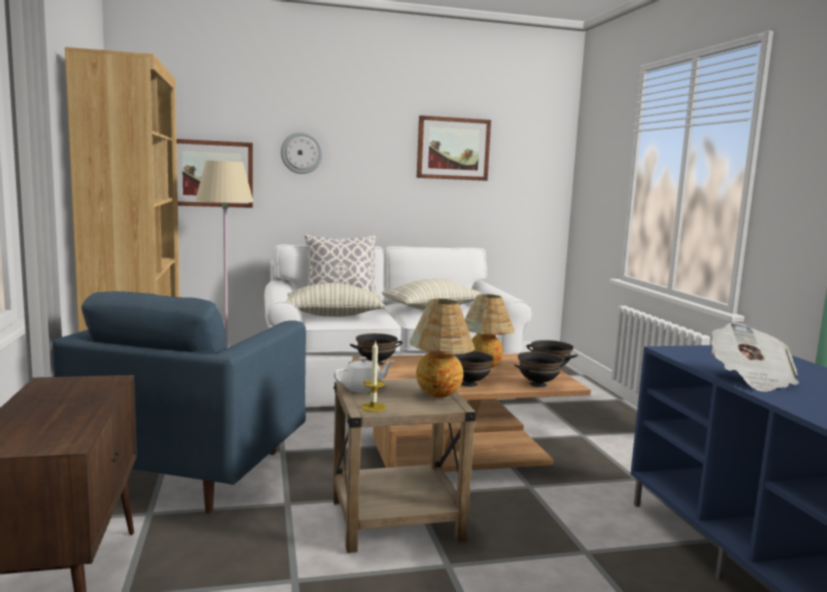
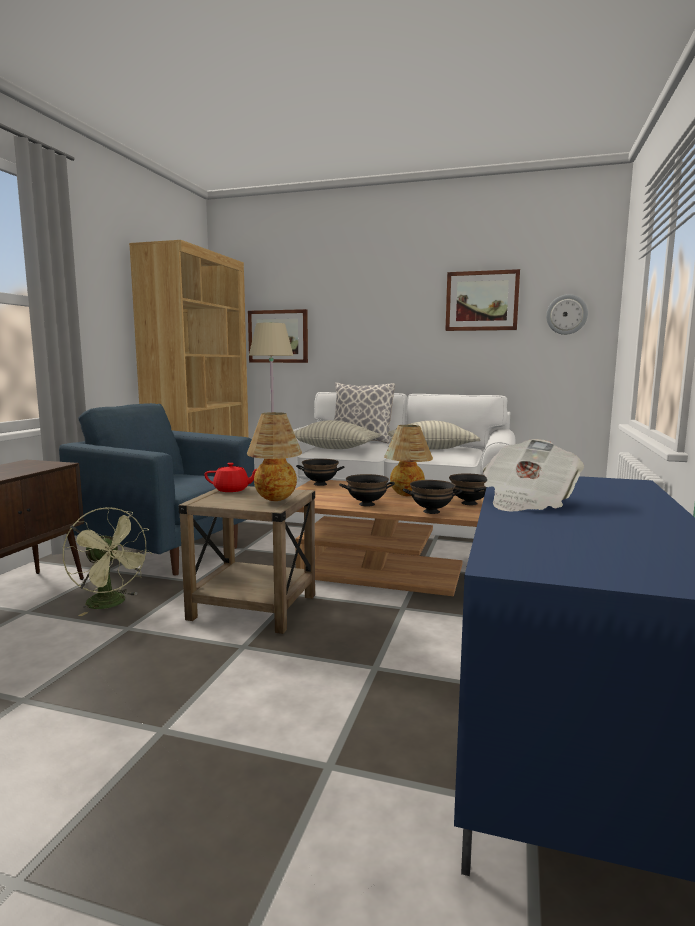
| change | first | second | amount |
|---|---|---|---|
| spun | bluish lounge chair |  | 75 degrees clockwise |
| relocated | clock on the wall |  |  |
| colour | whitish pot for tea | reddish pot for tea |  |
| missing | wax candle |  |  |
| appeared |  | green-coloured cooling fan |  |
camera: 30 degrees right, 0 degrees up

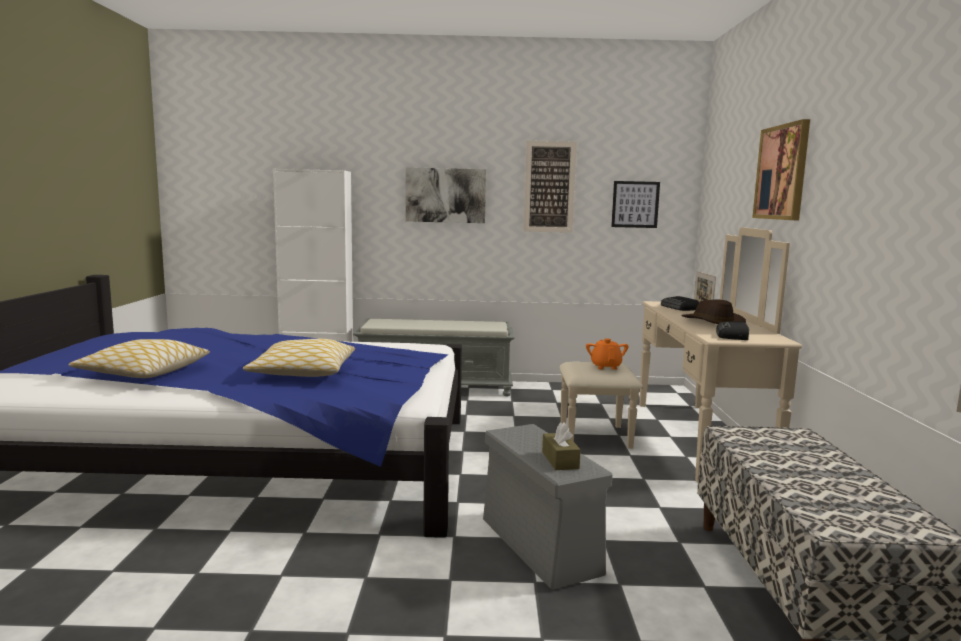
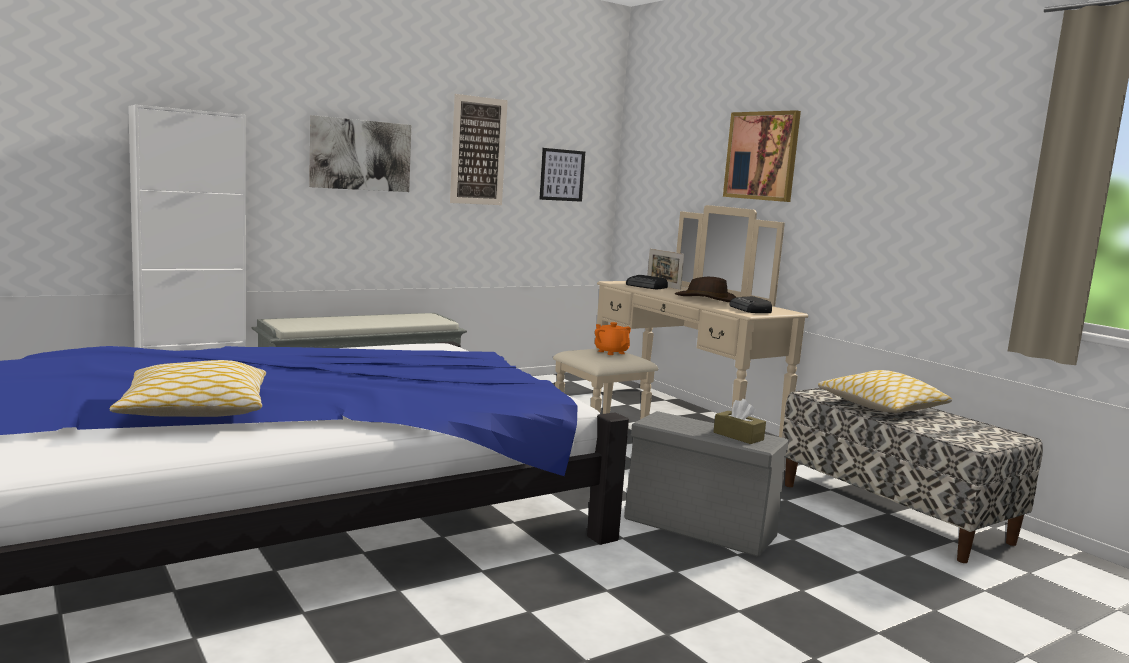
| change | first | second | amount |
|---|---|---|---|
| relocated | throw pillow (no. 2 from left) |  |  |
camera: 35 degrees left, 0 degrees up

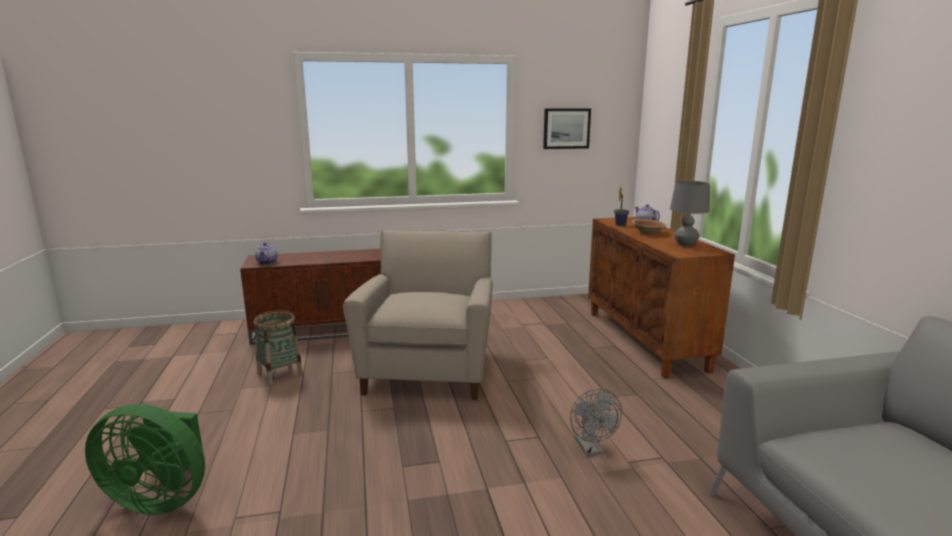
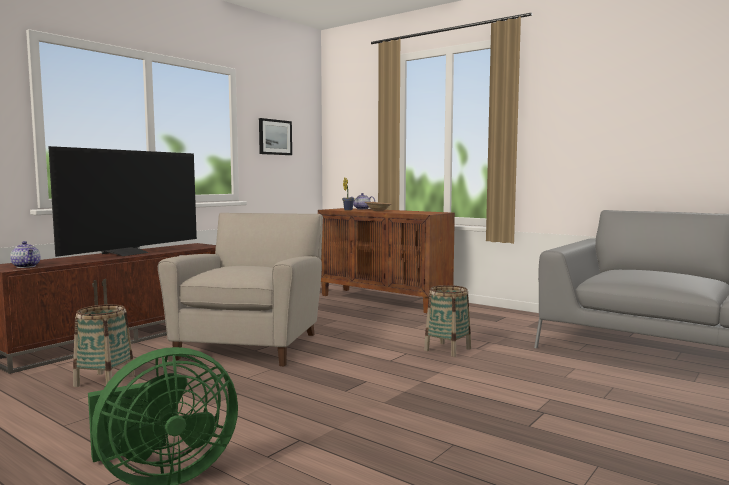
| change | first | second | amount |
|---|---|---|---|
| spun | beige-coloured lounge chair |  | 45 degrees clockwise |
| exchanged | gray cooling fan | basket (no. 2 from left) |  |
| missing | gray table lamp |  |  |
| appeared |  | television |  |
camera: 40 degrees left, 10 degrees down

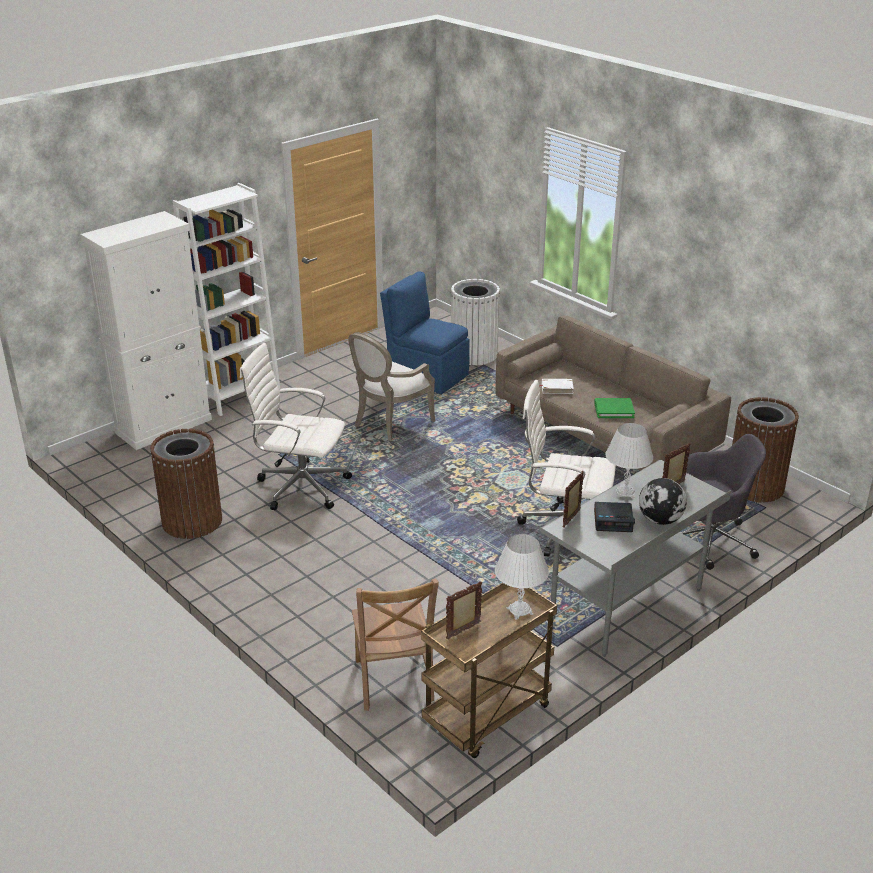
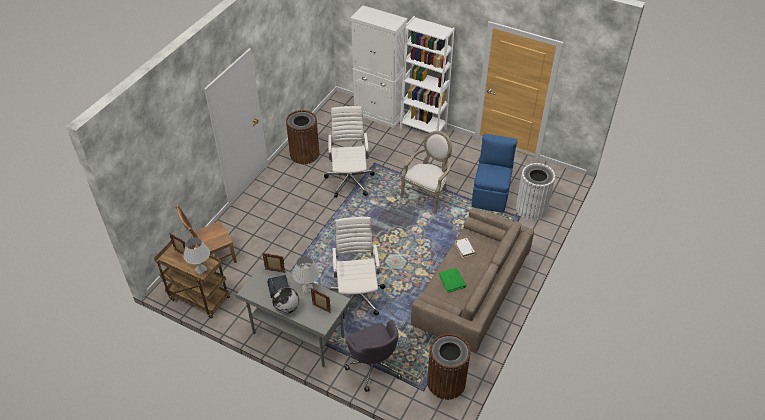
| change | first | second | amount |
|---|---|---|---|
| spun | lounge chair |  | 105 degrees clockwise |
camera: 70 degrees right, 15 degrees up

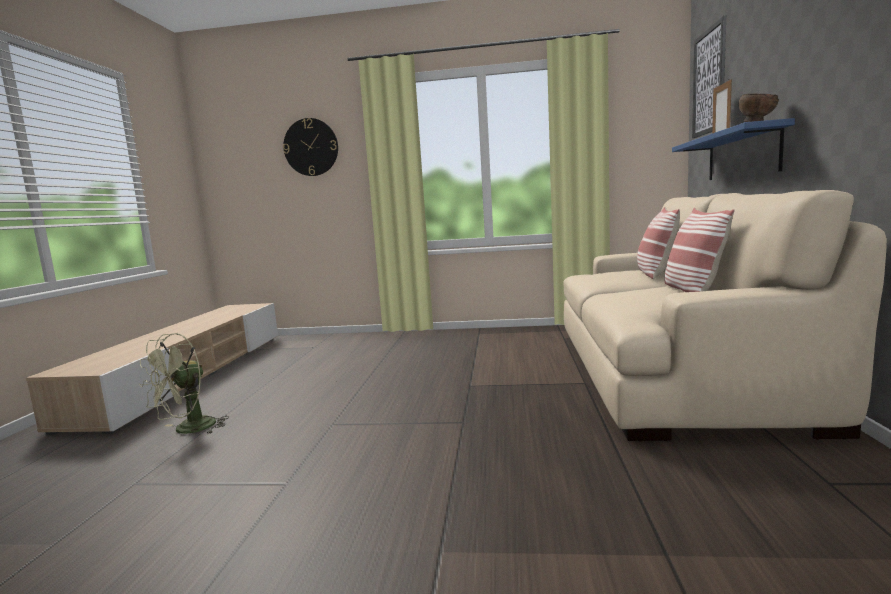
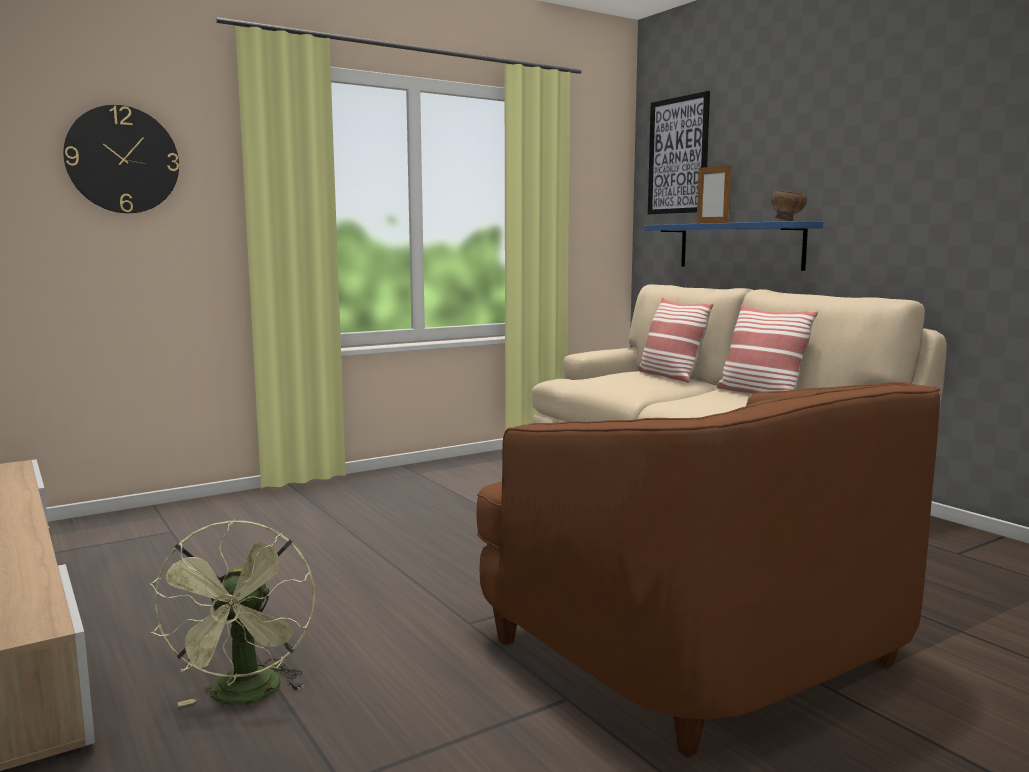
| change | first | second | amount |
|---|---|---|---|
| appeared |  | brownish lounge chair |  |
camera: 40 degrees left, 0 degrees up

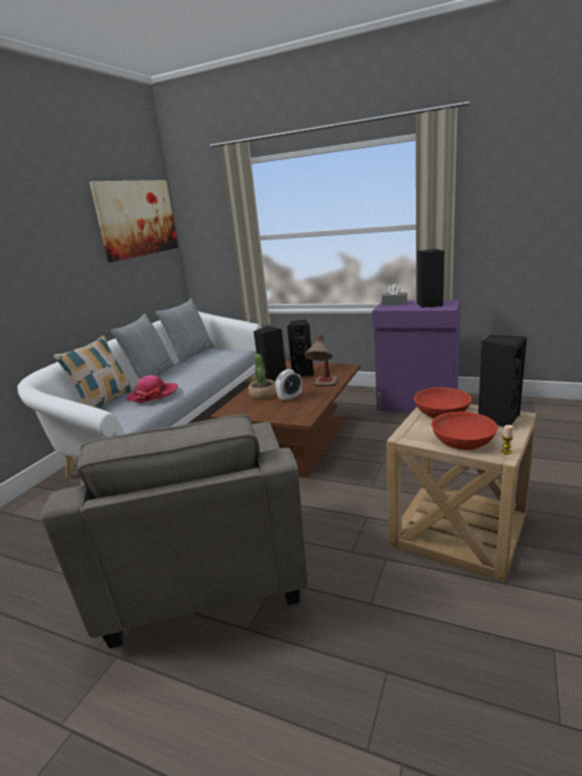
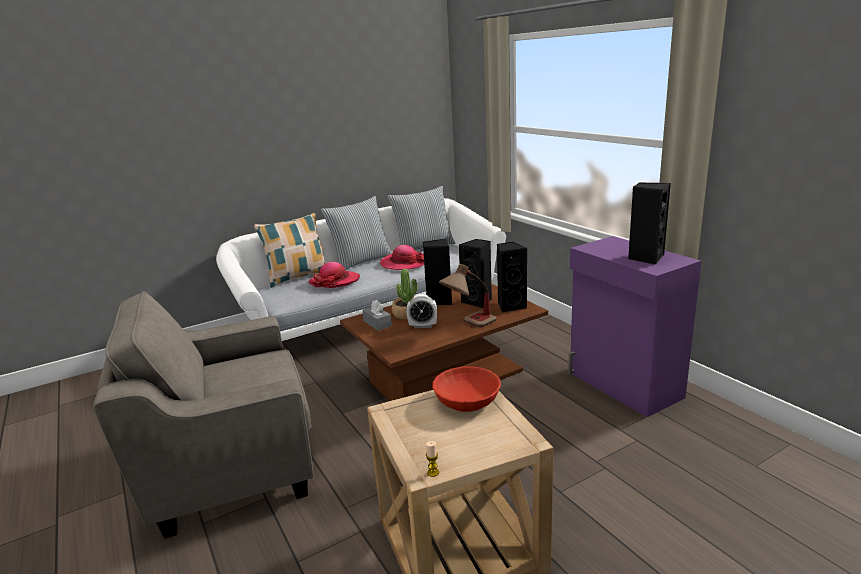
| change | first | second | amount |
|---|---|---|---|
| spun | gray lounge chair |  | 45 degrees clockwise |
| missing | wall art |  |  |
| relocated | gray box of tissues |  |  |
| missing | reddish bowl (no. 2 from left) |  |  |
| relocated | black loudspeaker (no. 4 from left in the first image) | black loudspeaker (no. 3 from left) |  |
| appeared |  | wearable hat (no. 2 from left) |  |
camera: 35 degrees right, 0 degrees up

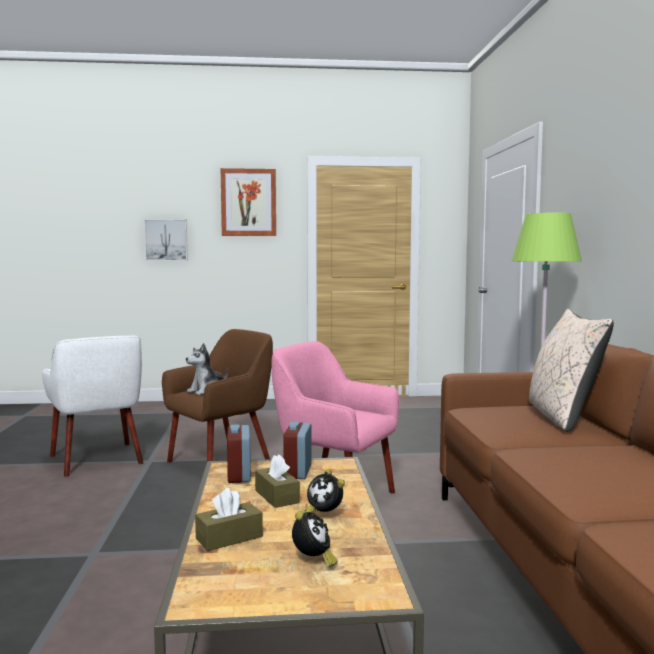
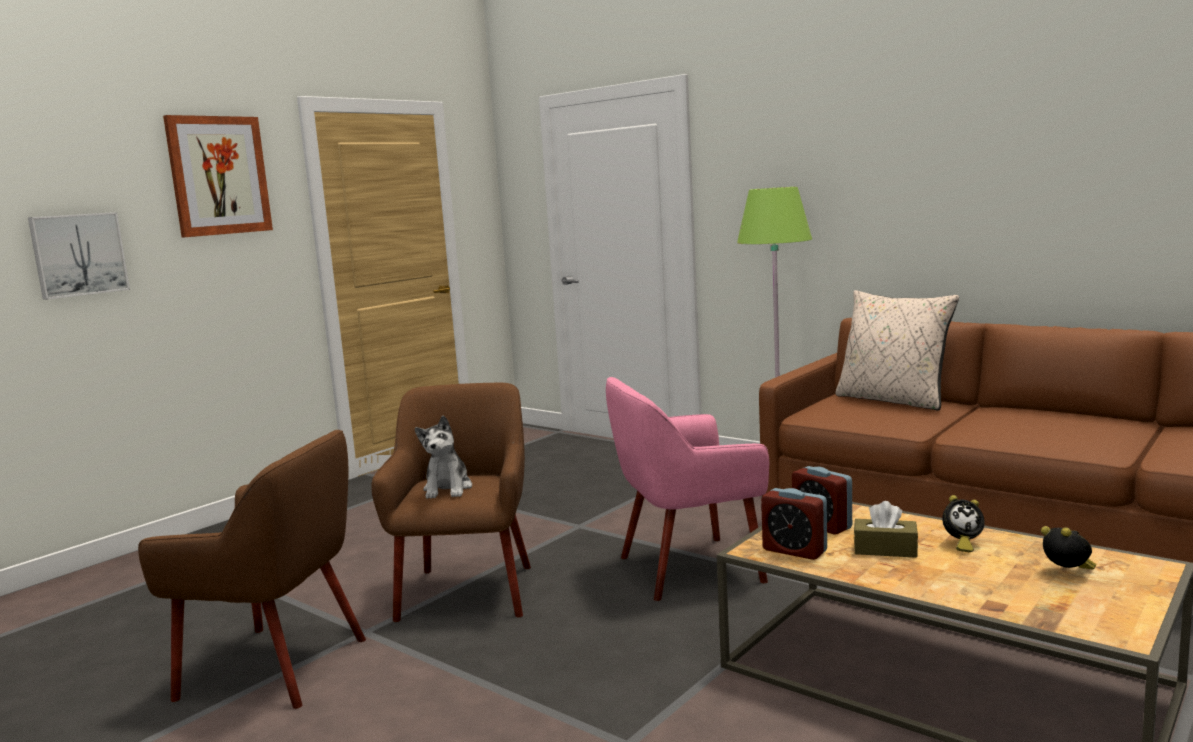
| change | first | second | amount |
|---|---|---|---|
| colour | whitish lounge chair | brownish lounge chair (no. 1 from left) |  |
| missing | brownish box of tissues (no. 1 from left) |  |  |
camera: 45 degrees left, 5 degrees up

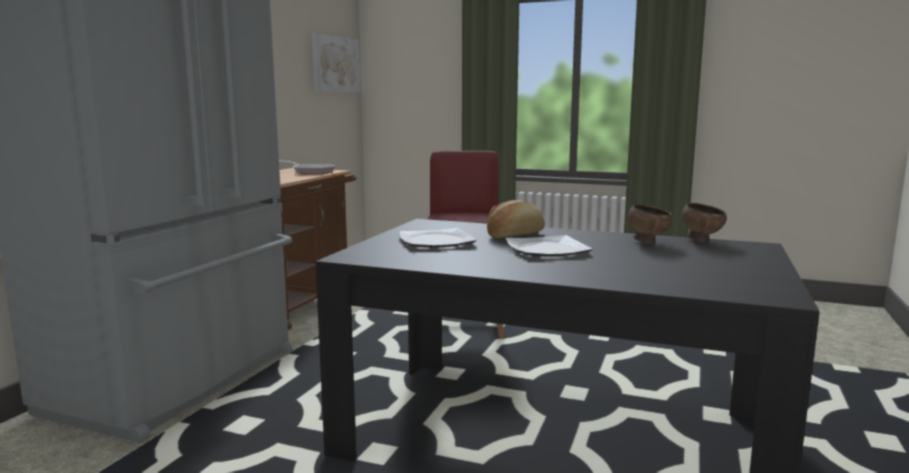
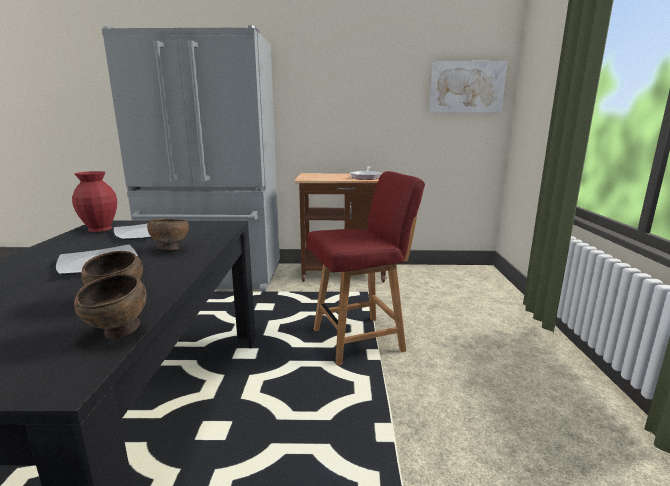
| change | first | second | amount |
|---|---|---|---|
| exchanged | bakery bread | brownish bowl (no. 3 from left) |  |
| appeared |  | reddish decorative vase |  |
camera: 70 degrees right, 5 degrees up

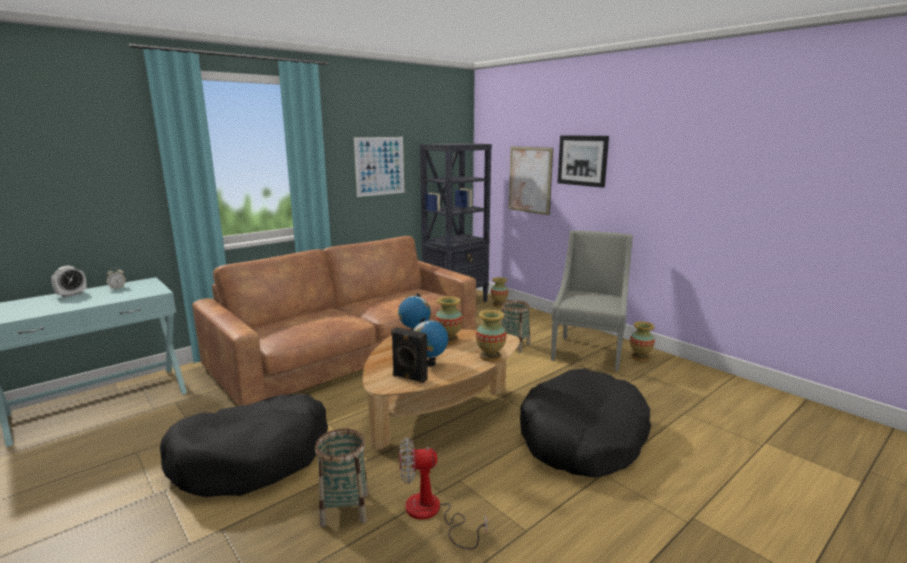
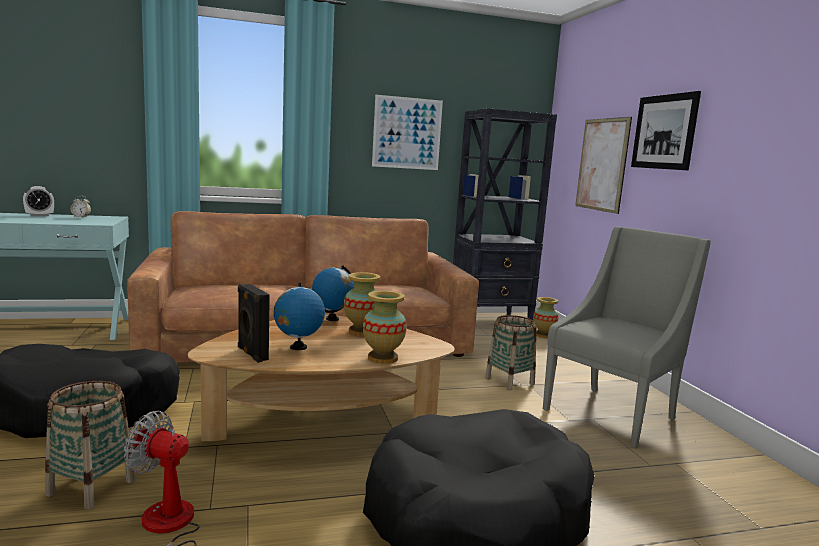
| change | first | second | amount |
|---|---|---|---|
| missing | decorative vase (no. 4 from left) |  |  |
camera: 25 degrees right, 5 degrees down

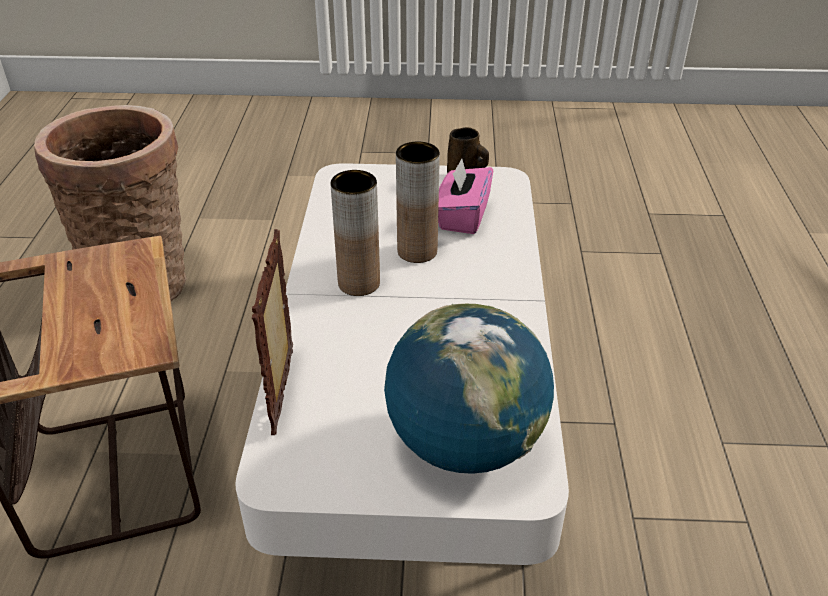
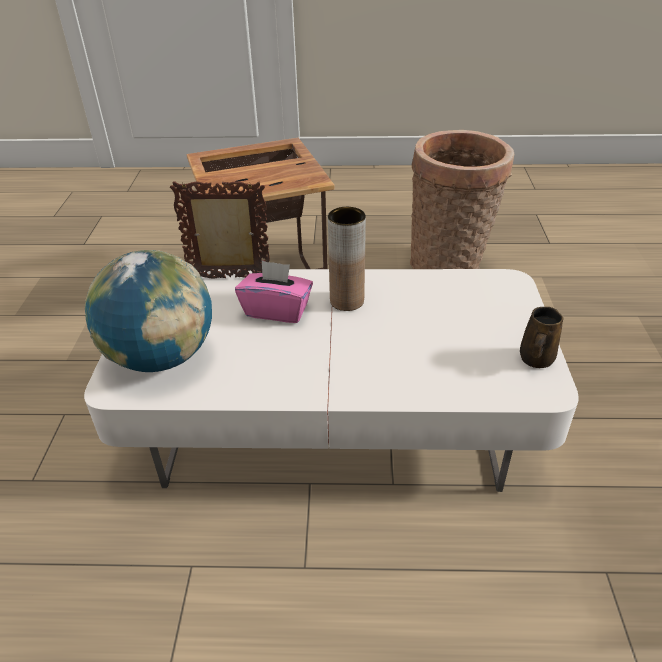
| change | first | second | amount |
|---|---|---|---|
| missing | brownish decorative vase (no. 2 from left) |  |  |
| relocated | pink-coloured box of tissues |  |  |
camera: 90 degrees right, 0 degrees up

